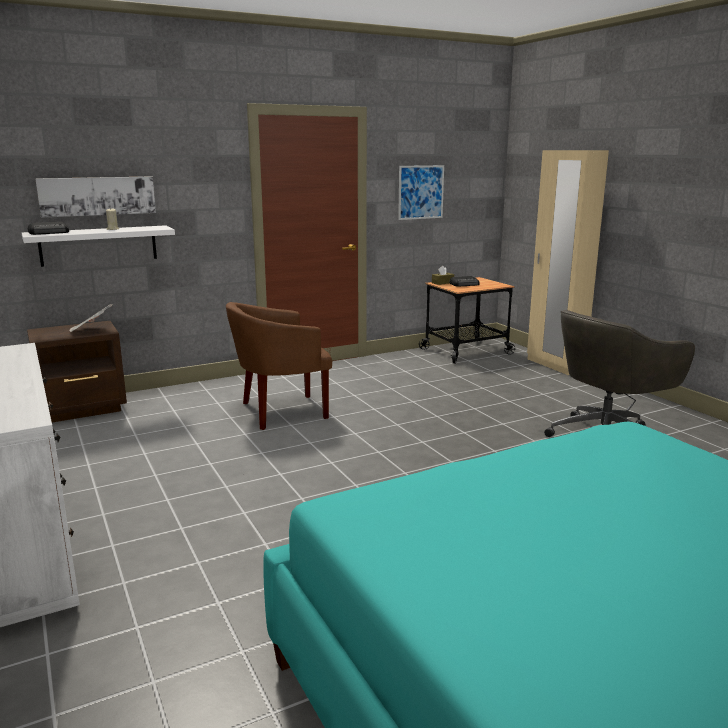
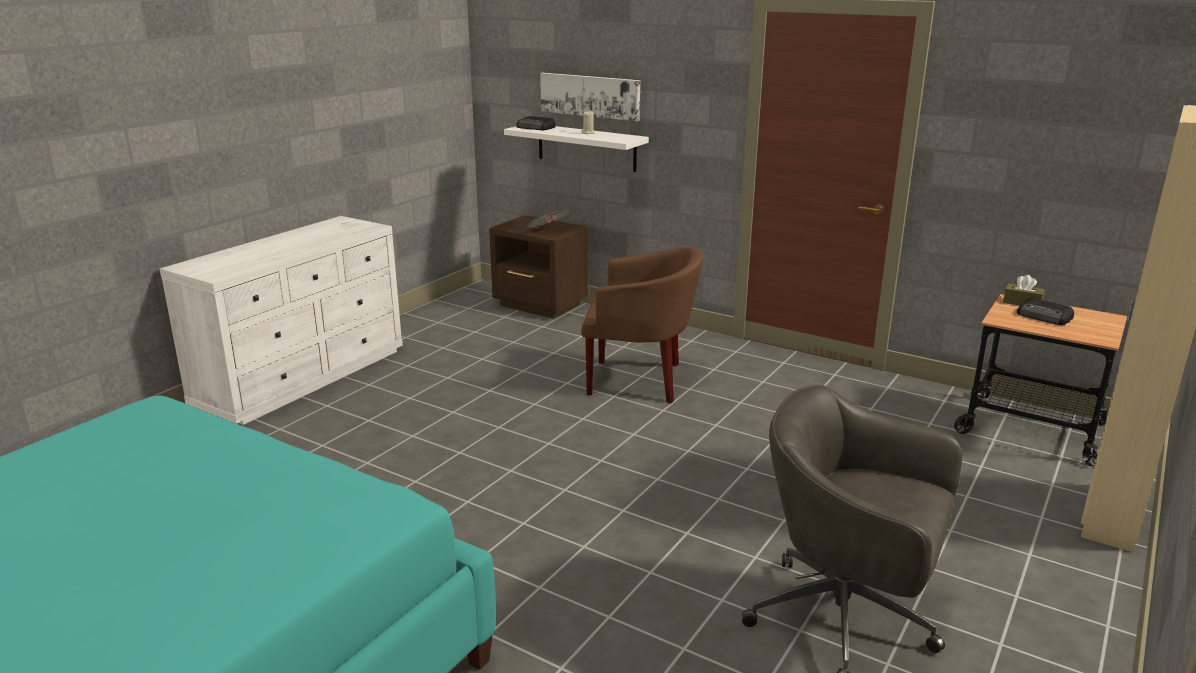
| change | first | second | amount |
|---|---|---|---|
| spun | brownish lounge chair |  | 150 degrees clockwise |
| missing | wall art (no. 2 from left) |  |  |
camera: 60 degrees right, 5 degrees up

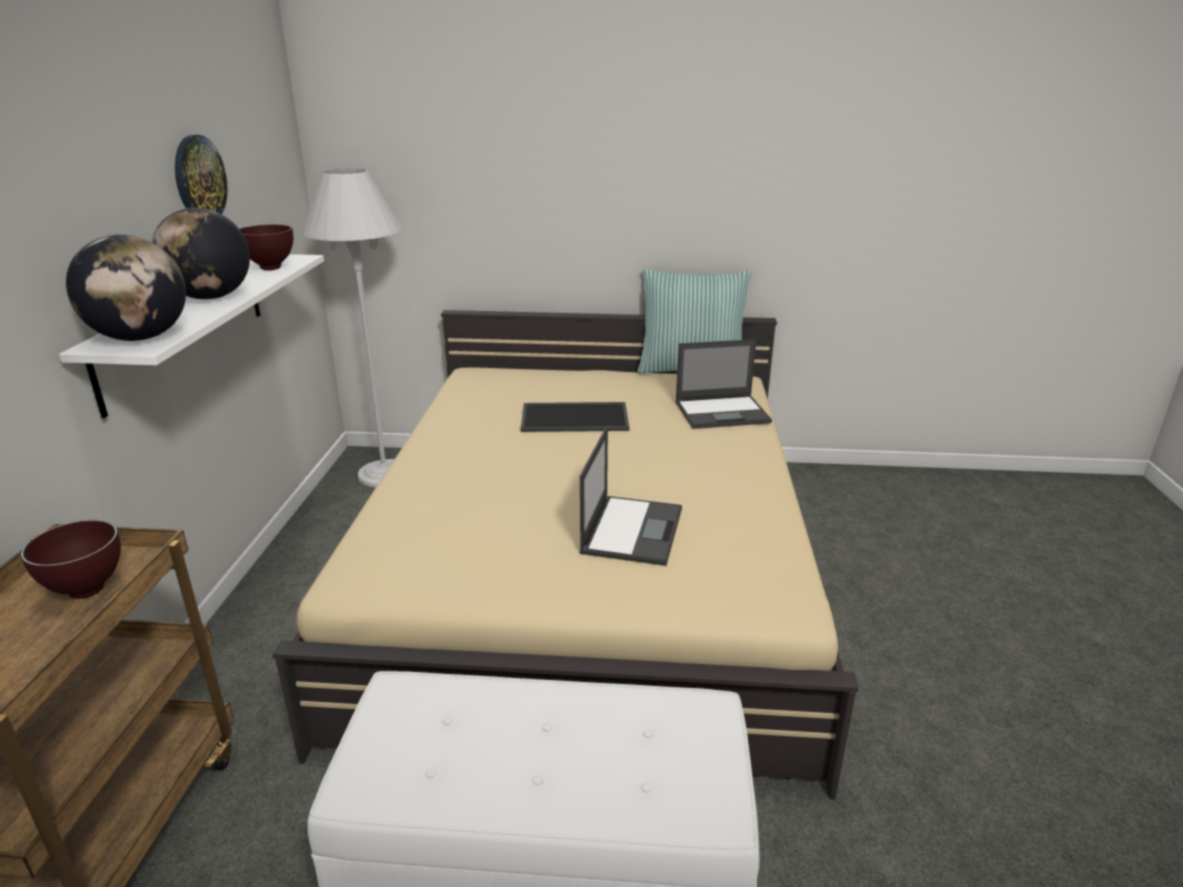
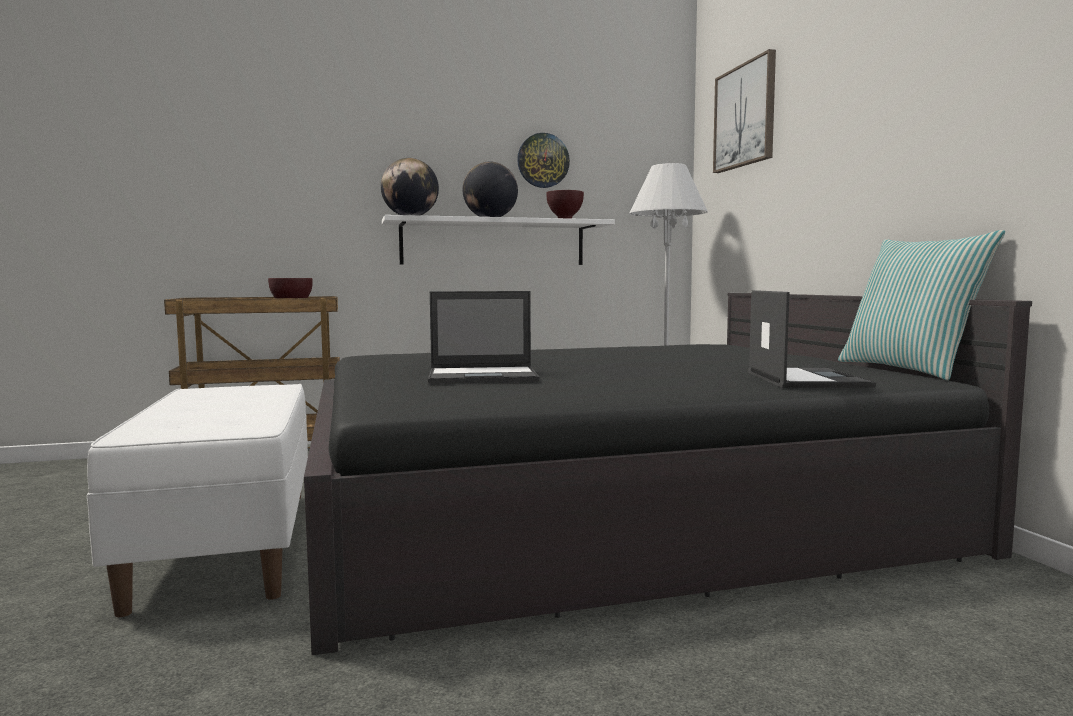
| change | first | second | amount |
|---|---|---|---|
| colour | beige-coloured bed | black bed |  |
| missing | carrying tray |  |  |
| spun | laptop (no. 2 from left) |  | 150 degrees counterclockwise |
| appeared |  | wall art |  |
camera: 70 degrees right, 20 degrees down

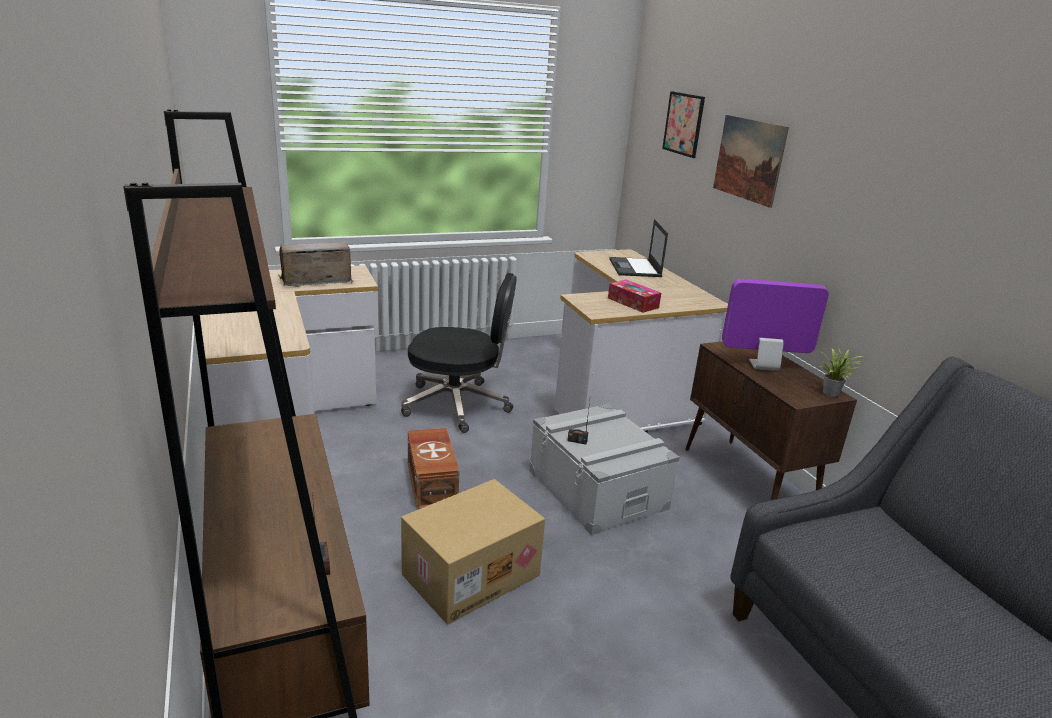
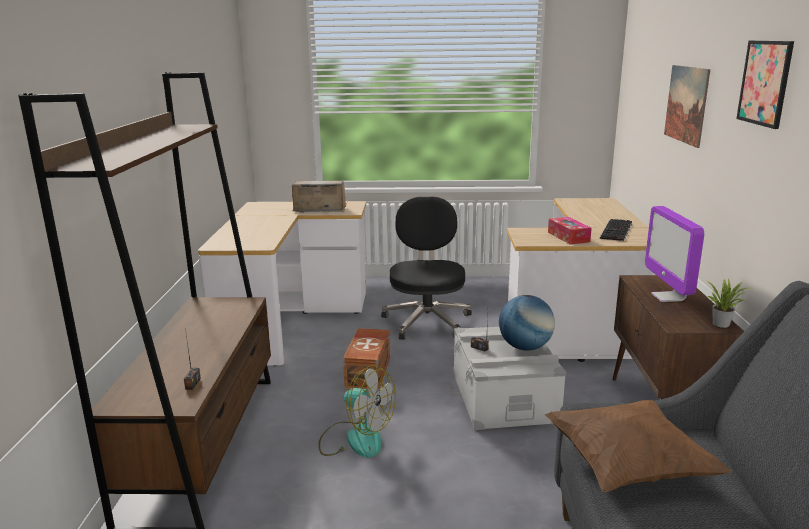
| change | first | second | amount |
|---|---|---|---|
| spun | black computer chair |  | 120 degrees counterclockwise |
| exchanged | carton | cooling fan |  |
| missing | laptop |  |  |
| relocated | wall art (no. 1 from left in the first image) | wall art (no. 2 from left) |  |
| spun | computer screen |  | 120 degrees counterclockwise |
| appeared |  | desk globe |  |
| appeared |  | brownish throw pillow |  |
| appeared |  | keyboard |  |
camera: 25 degrees right, 5 degrees down

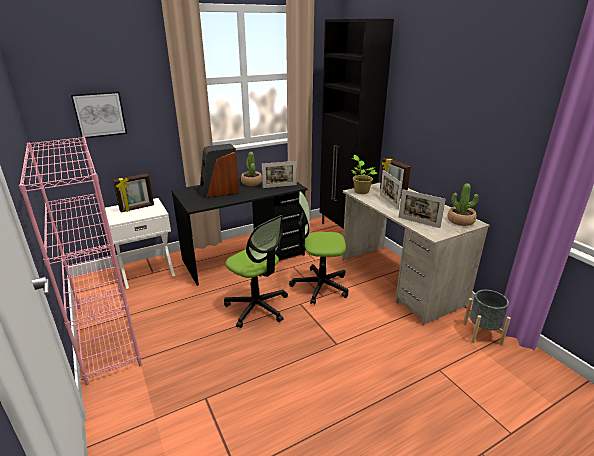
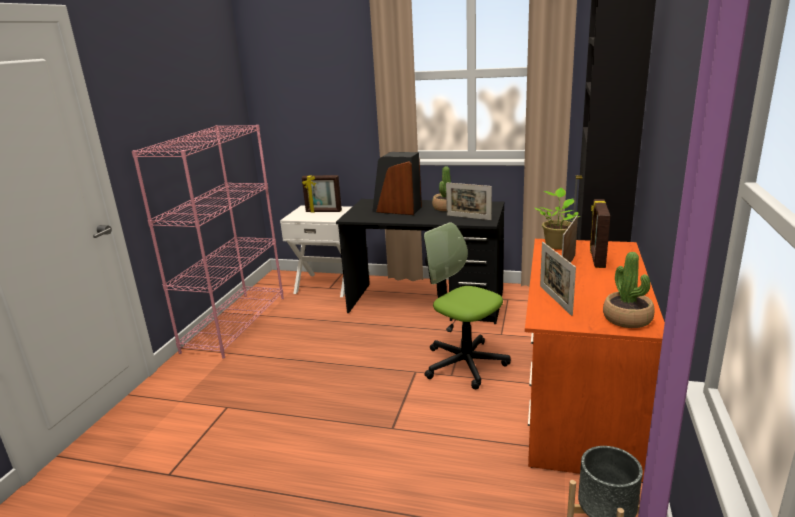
| change | first | second | amount |
|---|---|---|---|
| missing | wall art |  |  |
| missing | computer chair (no. 1 from left) |  |  |
| colour | beige-coloured desk unit | orange-coloured desk unit |  |
camera: 45 degrees right, 5 degrees down

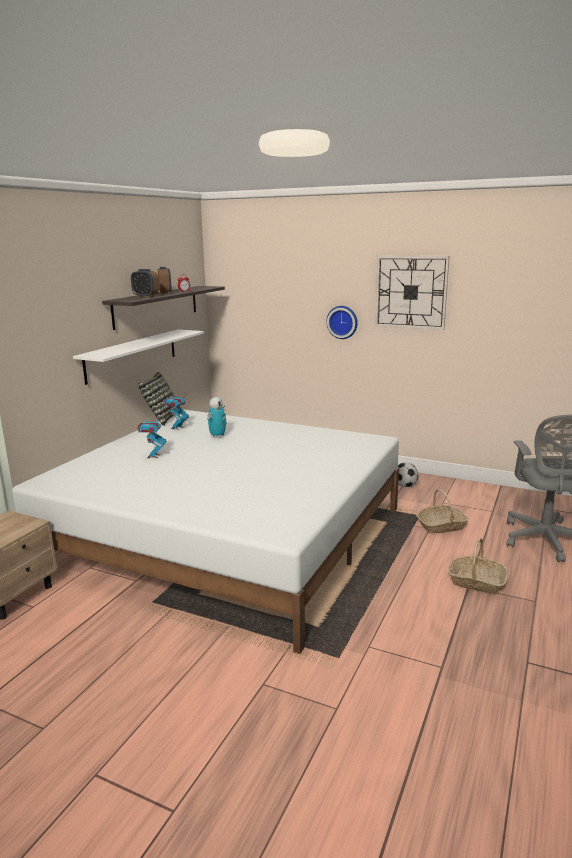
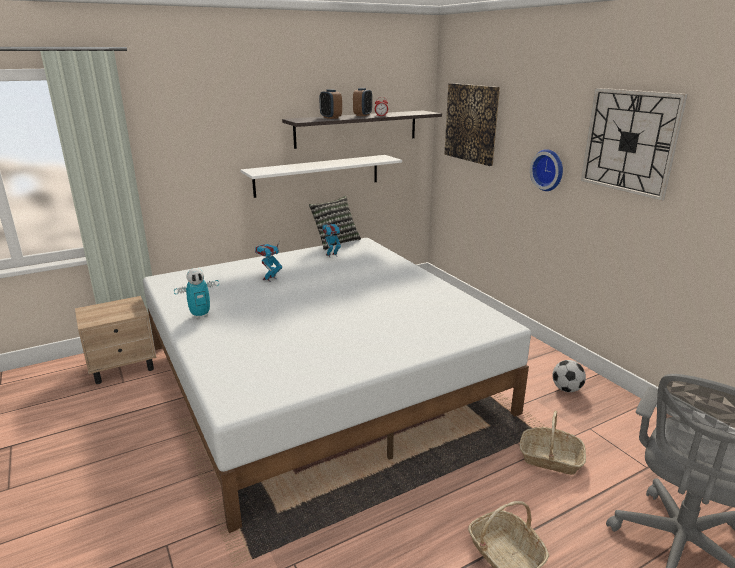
| change | first | second | amount |
|---|---|---|---|
| relocated | model robot (no. 3 from left in the first image) | model robot (no. 1 from left) |  |
| appeared |  | wall art |  |
camera: 35 degrees right, 5 degrees up

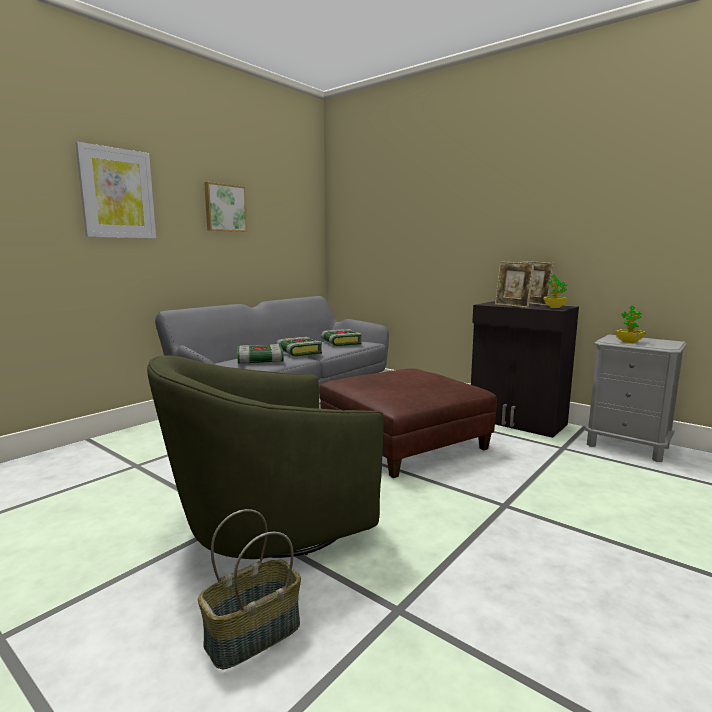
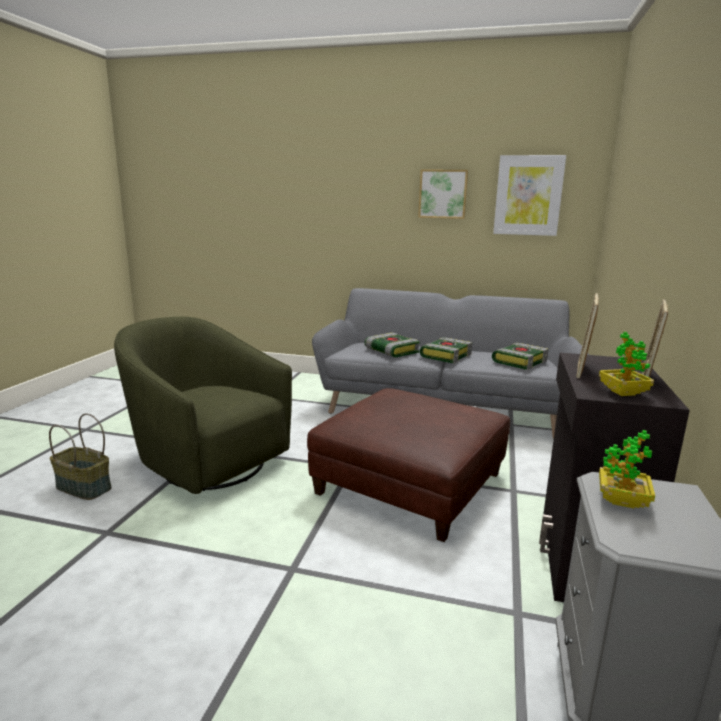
| change | first | second | amount |
|---|---|---|---|
| relocated | wall art (no. 1 from left in the first image) | wall art (no. 2 from left) |  |
camera: 65 degrees right, 5 degrees up

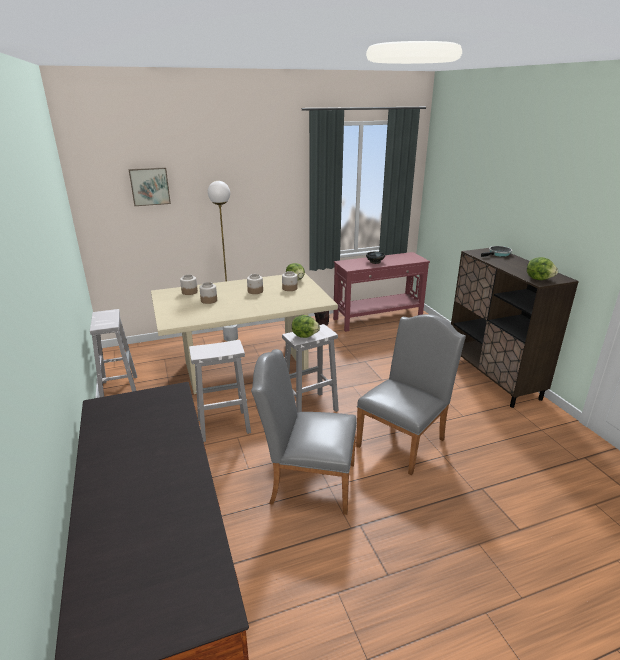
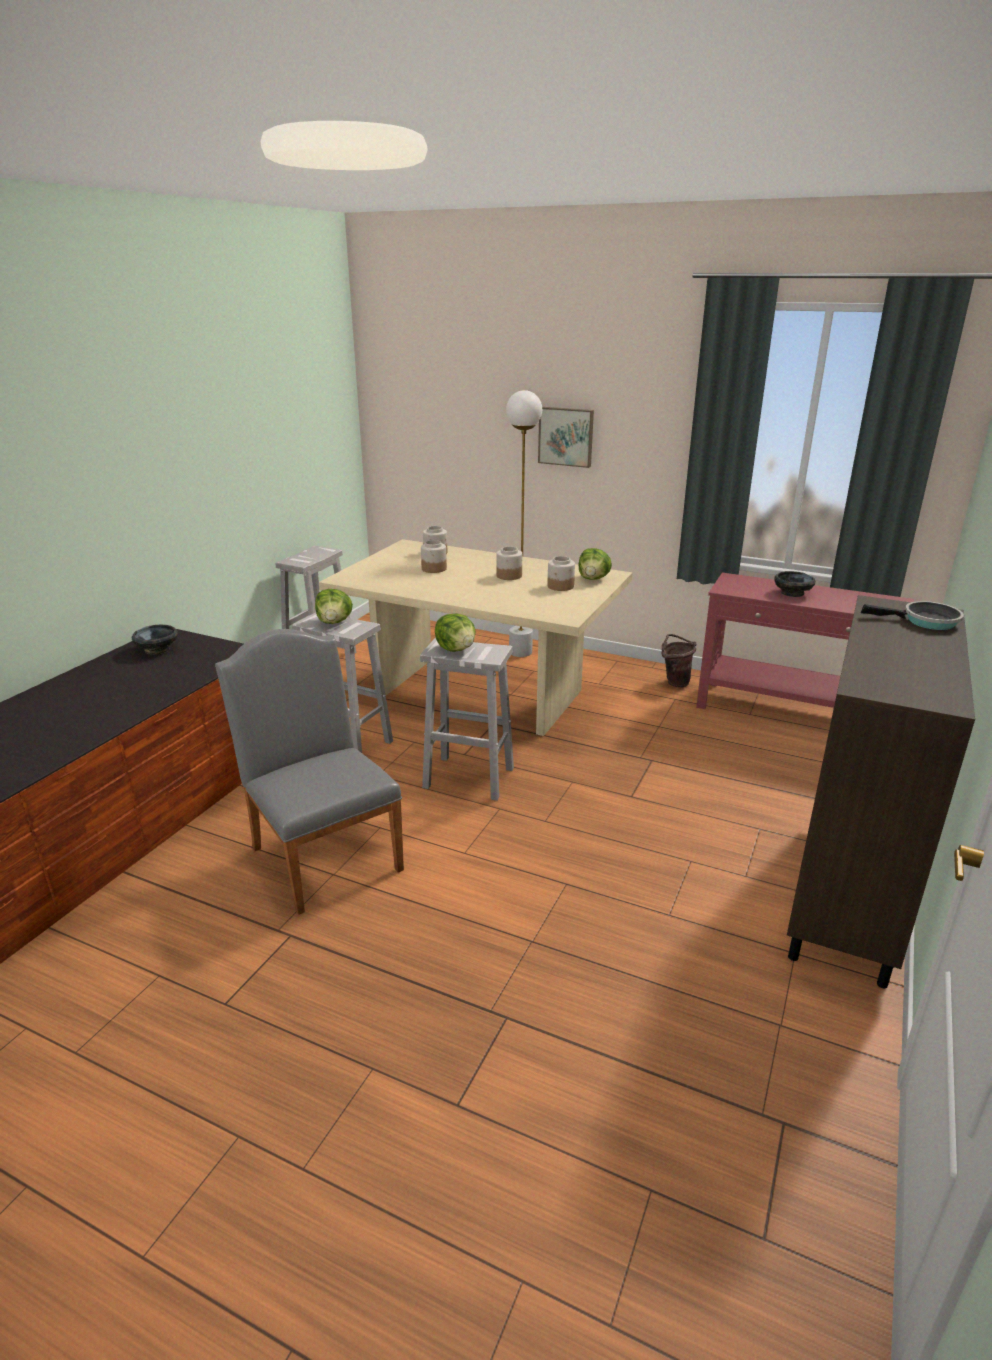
| change | first | second | amount |
|---|---|---|---|
| relocated | wall art |  |  |
| missing | gray plain chair (no. 2 from left) |  |  |
| relocated | lettuce head (no. 3 from left in the first image) | lettuce head (no. 1 from left) |  |
| appeared |  | black bowl (no. 1 from left) |  |
camera: 45 degrees right, 0 degrees up

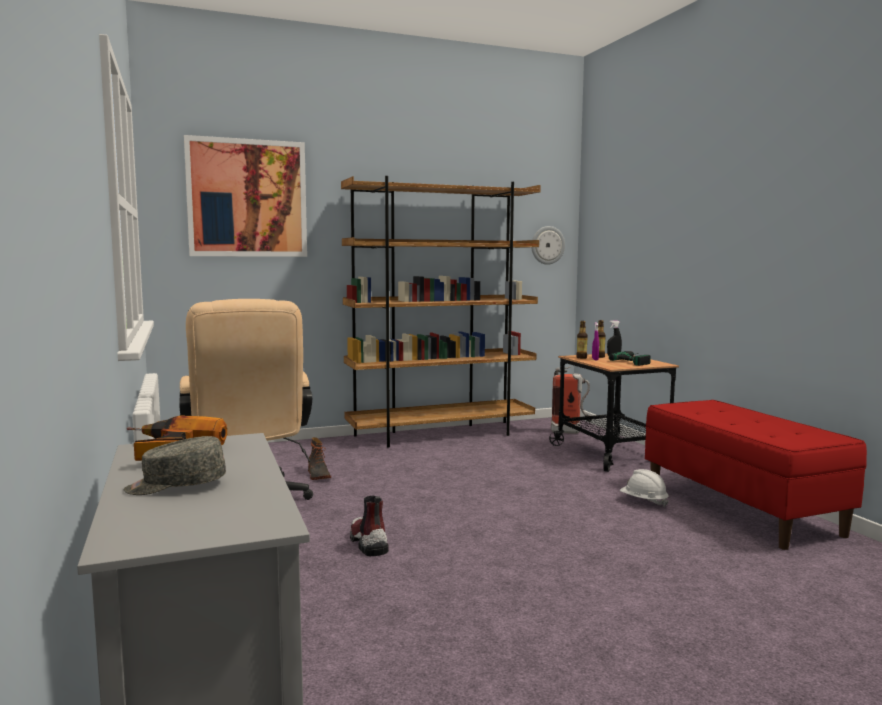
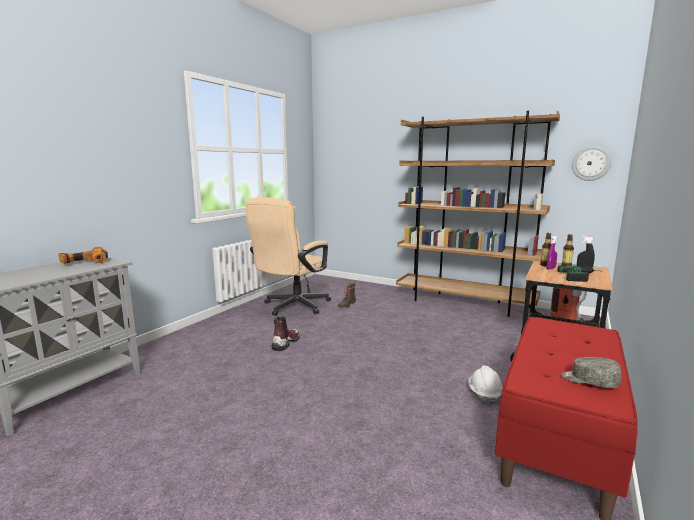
| change | first | second | amount |
|---|---|---|---|
| relocated | gray cap |  |  |
| missing | wall art |  |  |
camera: 50 degrees right, 5 degrees up

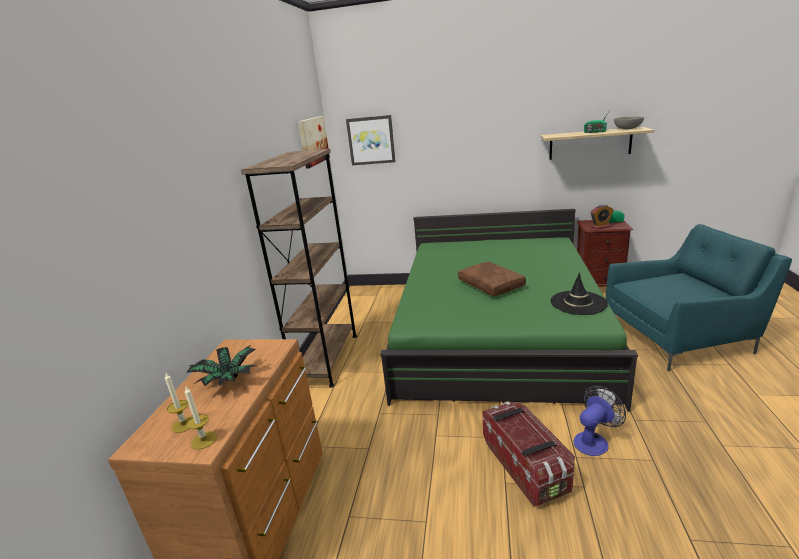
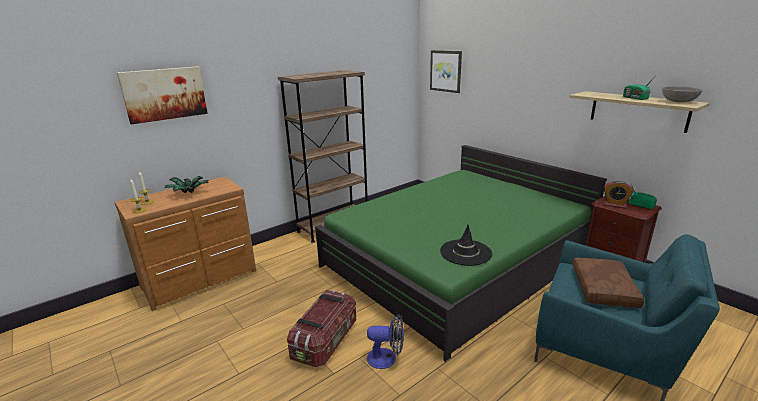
| change | first | second | amount |
|---|---|---|---|
| relocated | wall art (no. 1 from left) |  |  |
| relocated | brownish throw pillow |  |  |
camera: 40 degrees right, 0 degrees up

